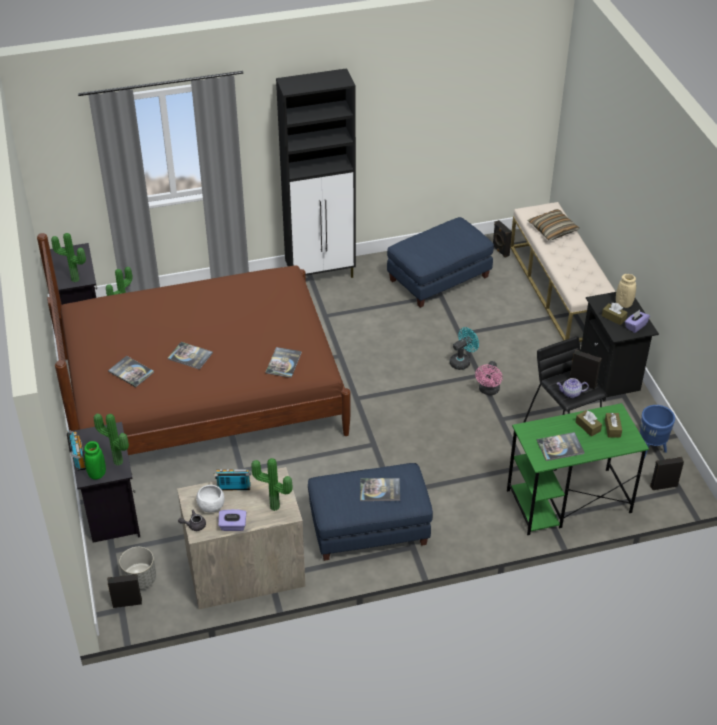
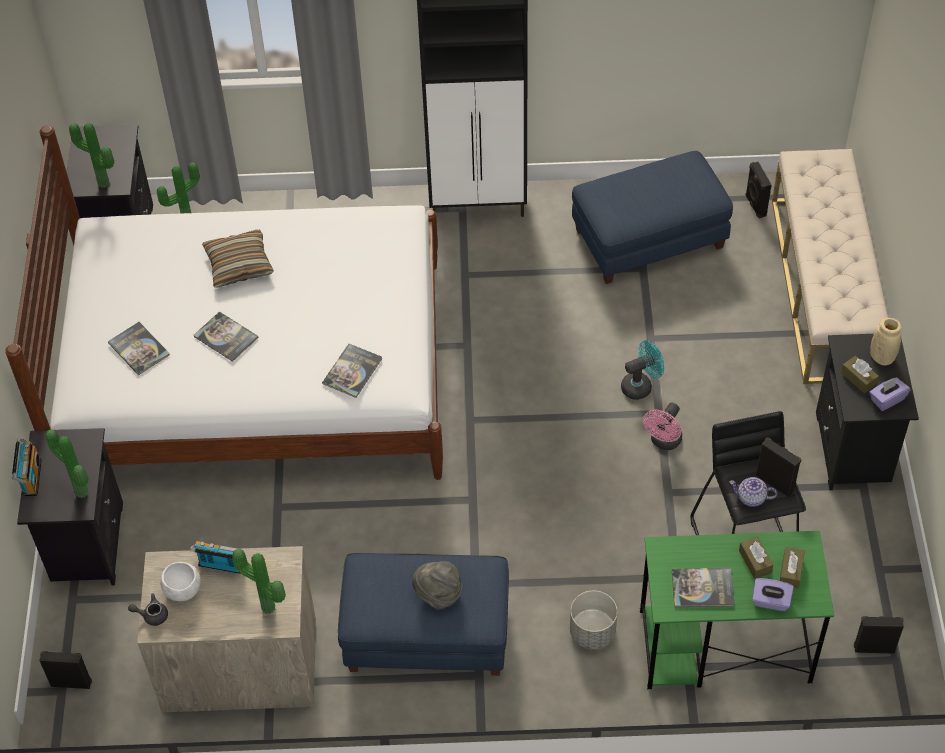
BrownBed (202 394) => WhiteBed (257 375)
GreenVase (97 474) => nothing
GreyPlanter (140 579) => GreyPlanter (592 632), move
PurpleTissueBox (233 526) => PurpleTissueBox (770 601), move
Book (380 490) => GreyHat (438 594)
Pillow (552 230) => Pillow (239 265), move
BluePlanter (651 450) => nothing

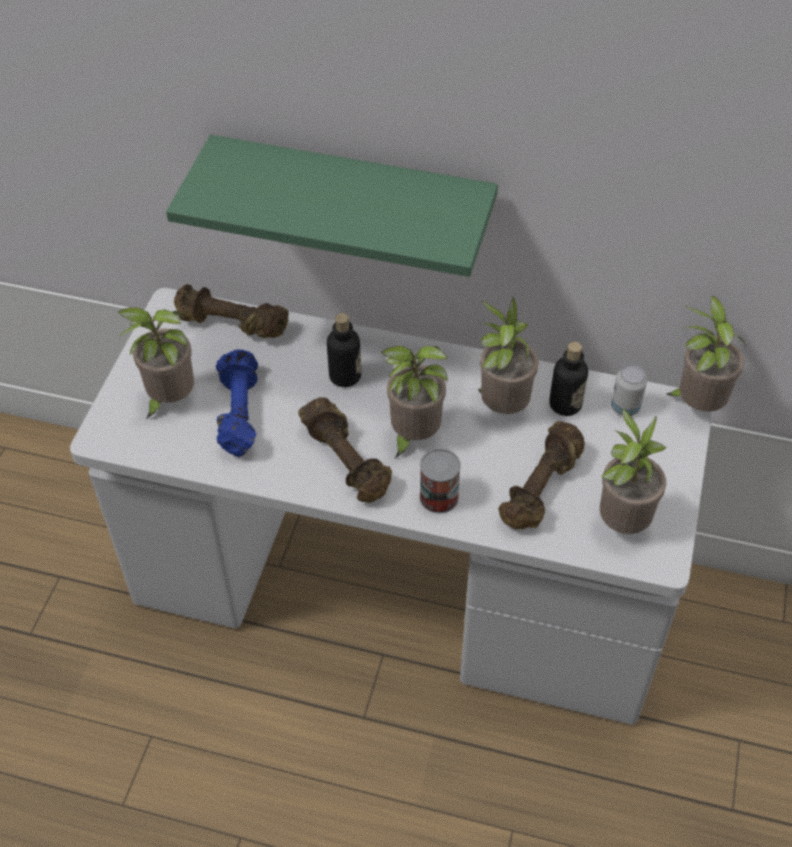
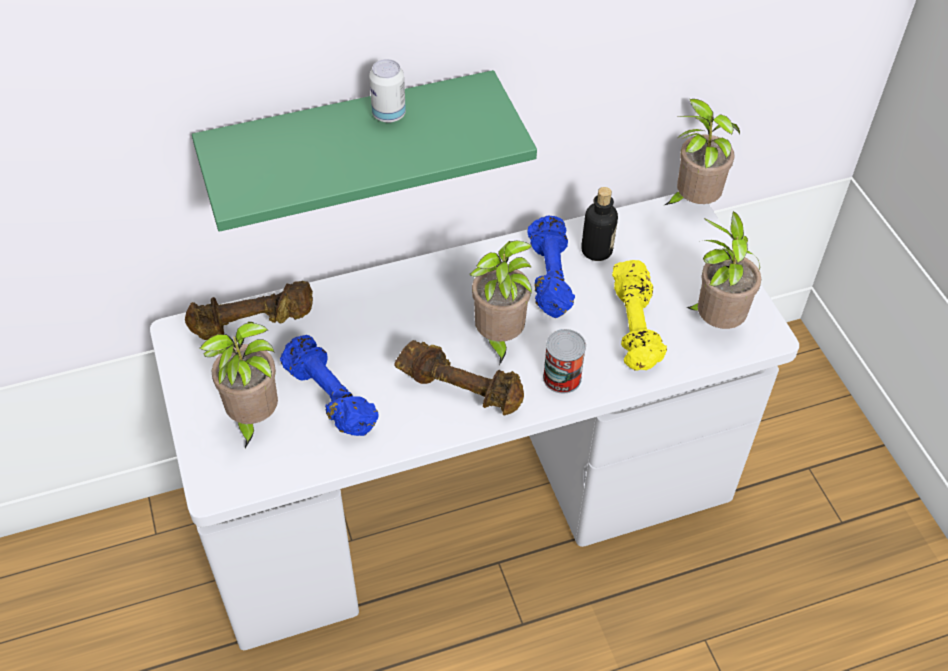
Bottle (345 376) => nothing
PottedPlant (501 406) => BlueDumbbell (548 277)
BrownDumbbell (542 489) => YellowDumbbell (636 327)
Can (625 407) => Can (389 115), move

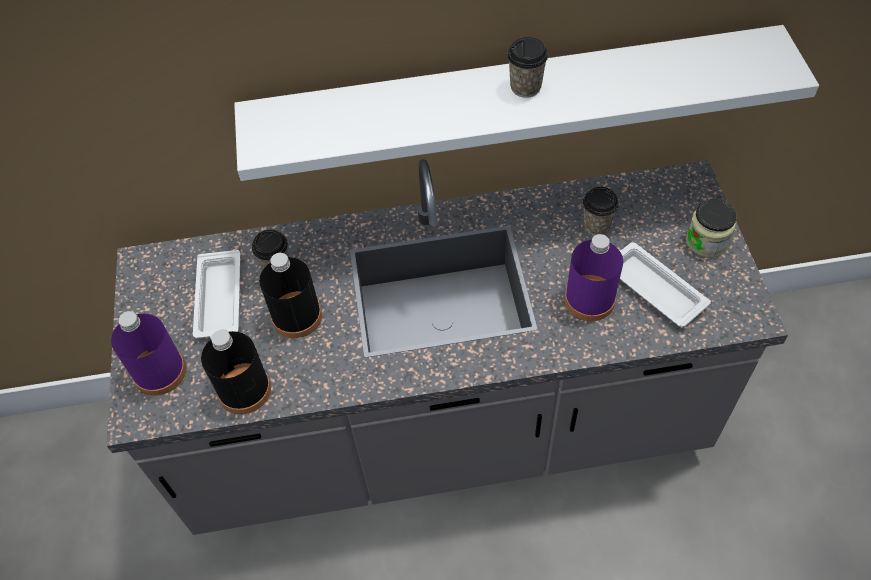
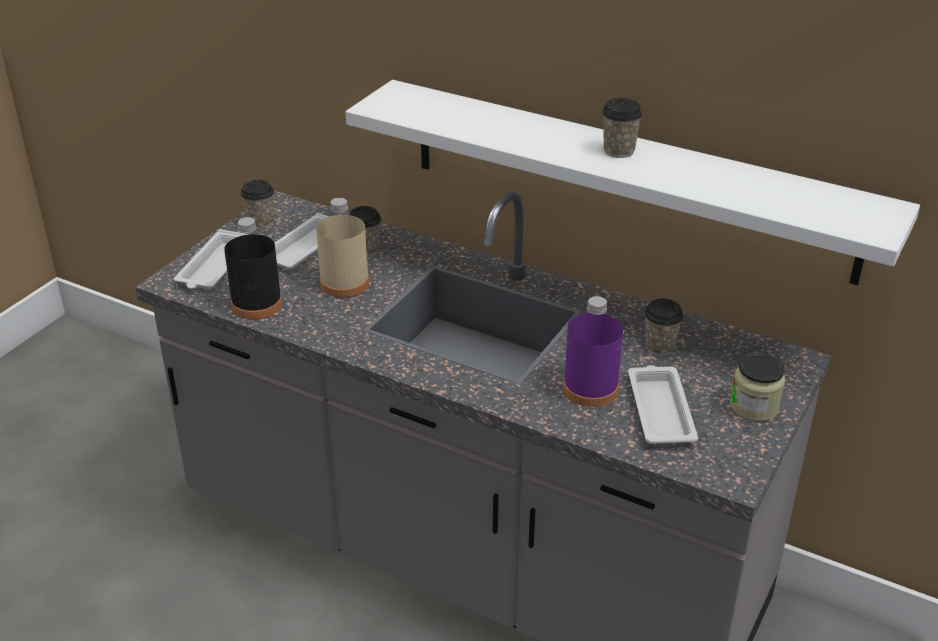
PurpleBottle (160 372) => WhiteTray (215 267)
BlackBottle (297 316) => BeigeBottle (344 283)
nothing => Cup (260 222)

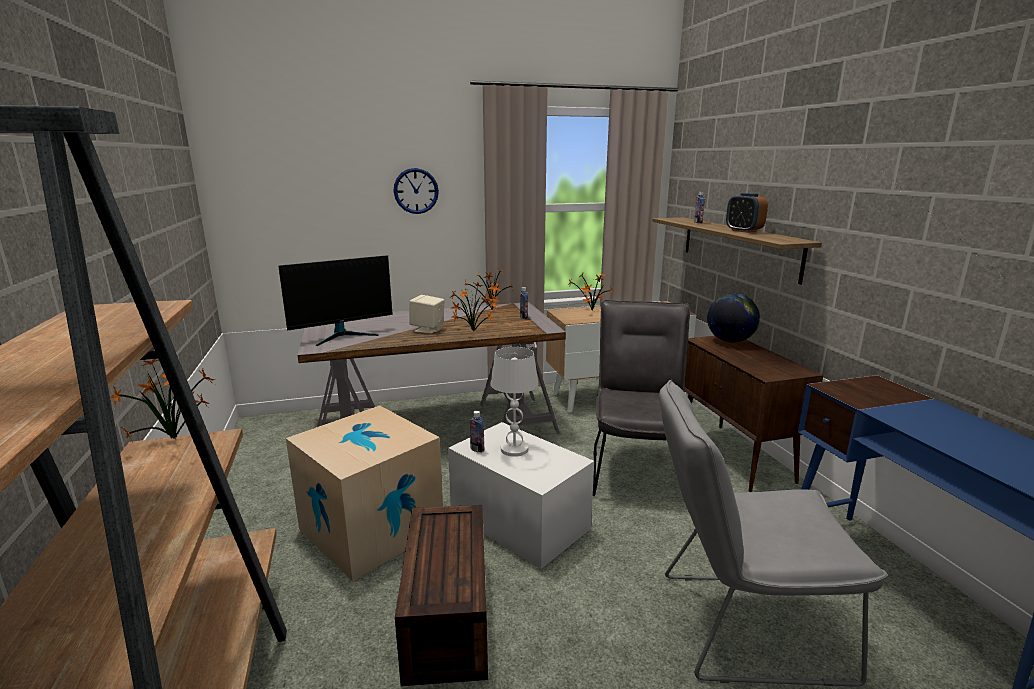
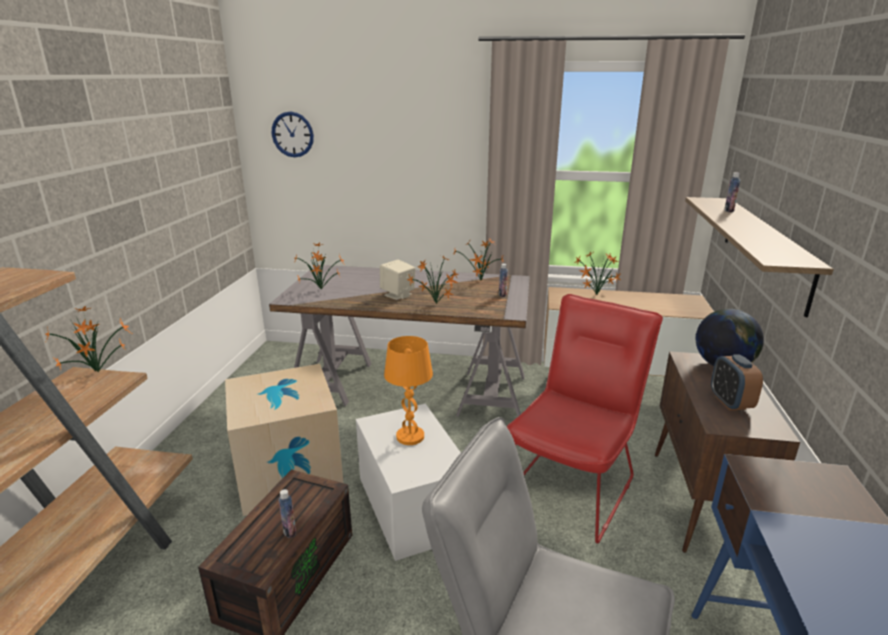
Monitor (343 335) => PottedPlant (322 289)
WallClock (416 191) => WallClock (292 134), move
Bottle (477 449) => Bottle (289 531), move
WhiteTableLamp (514 449) => OrangeTableLamp (410 436)
GreyChair (637 468) => RedChair (573 484)
AlarmClock (743 231) => AlarmClock (730 402), move

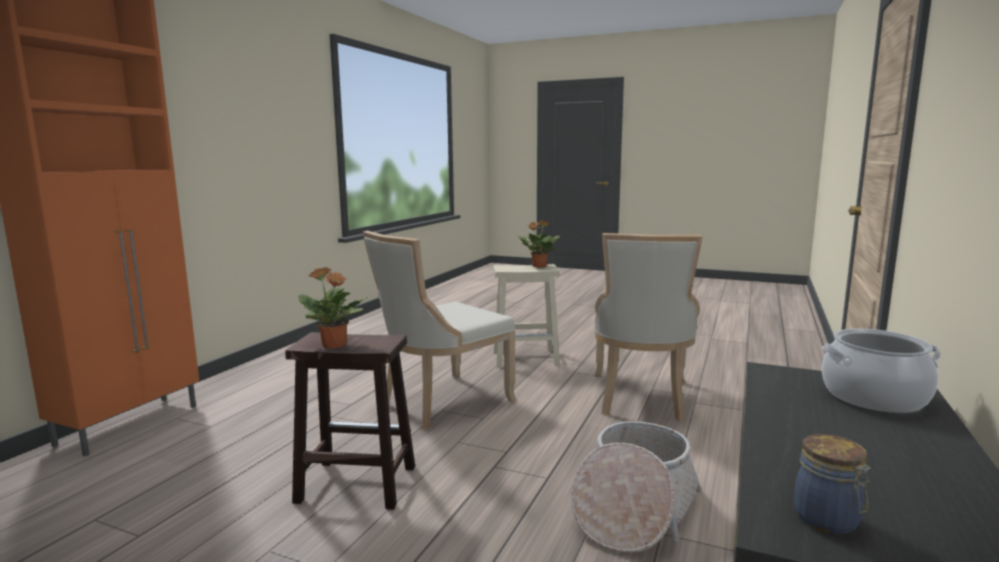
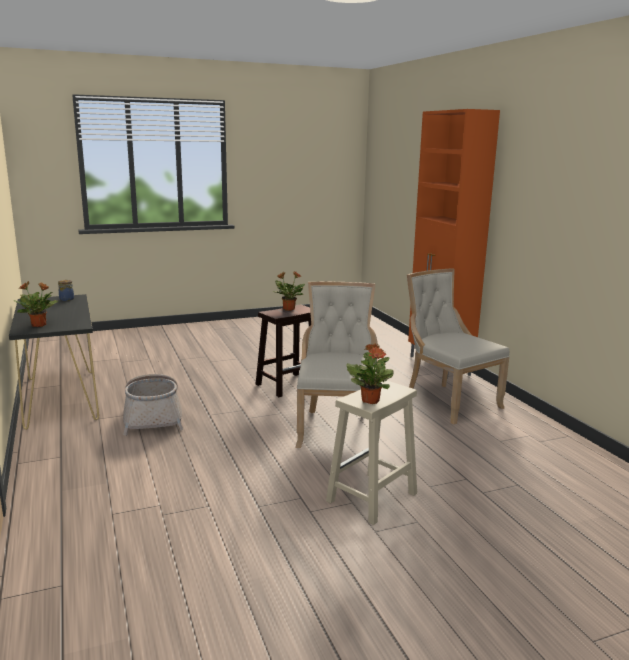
BeigeChair (640 399) => BeigeChair (448 401), move
CookingPot (873 396) => PottedPlant (39 325)

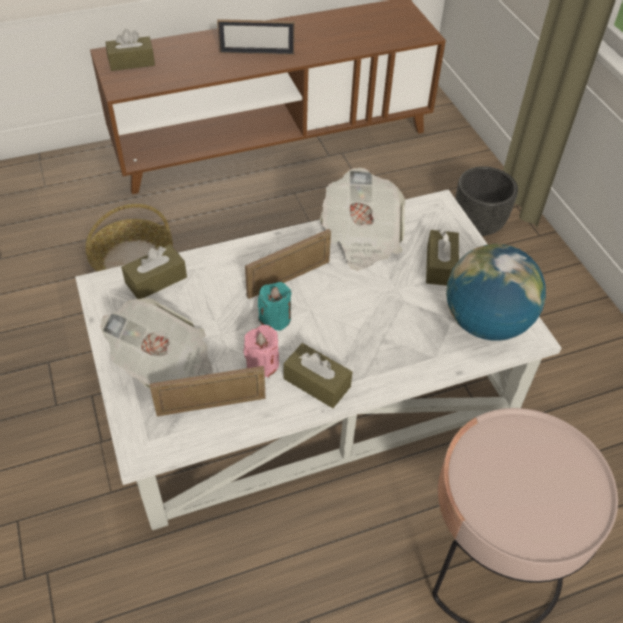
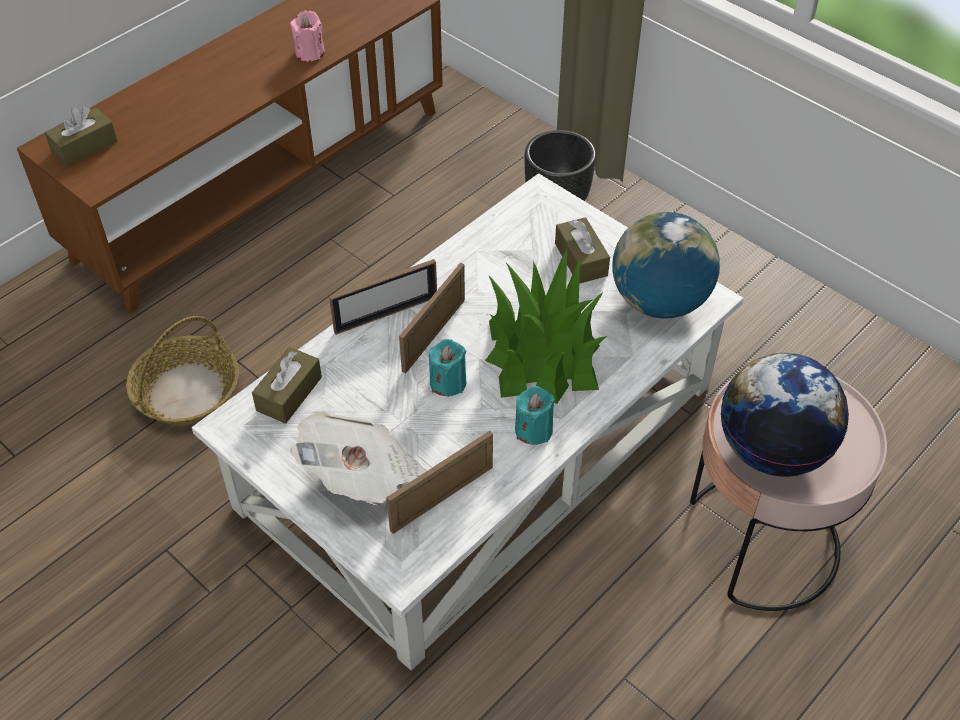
PictureFrame (256 53) => PictureFrame (386 314), move
PinkCandle (262 363) => PinkCandle (309 52), move
BrownTissueBox (317 383) => TurquoiseCandle (533 430)
Newspaper (362 237) => nothing
nothing => PottedPlant (543 354)
nothing => Globe (772 450)

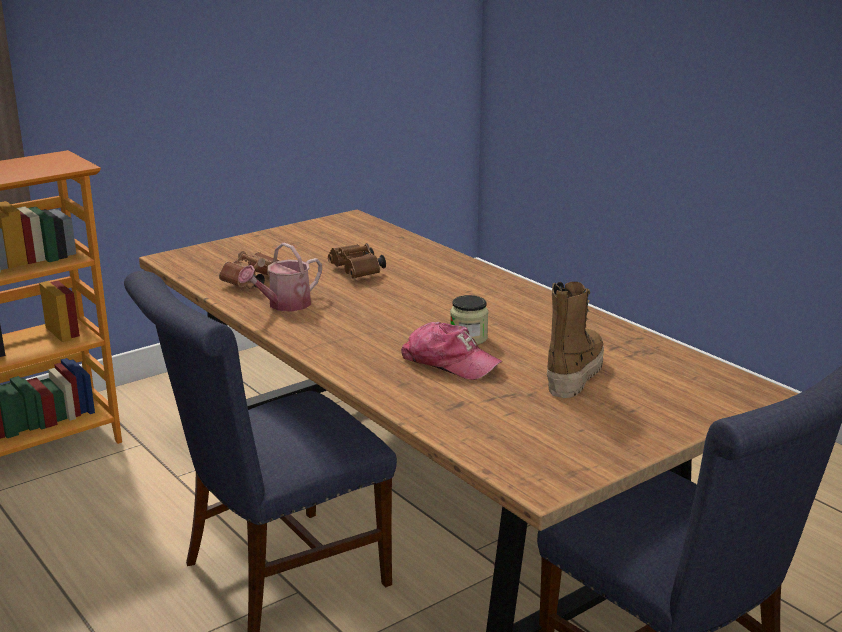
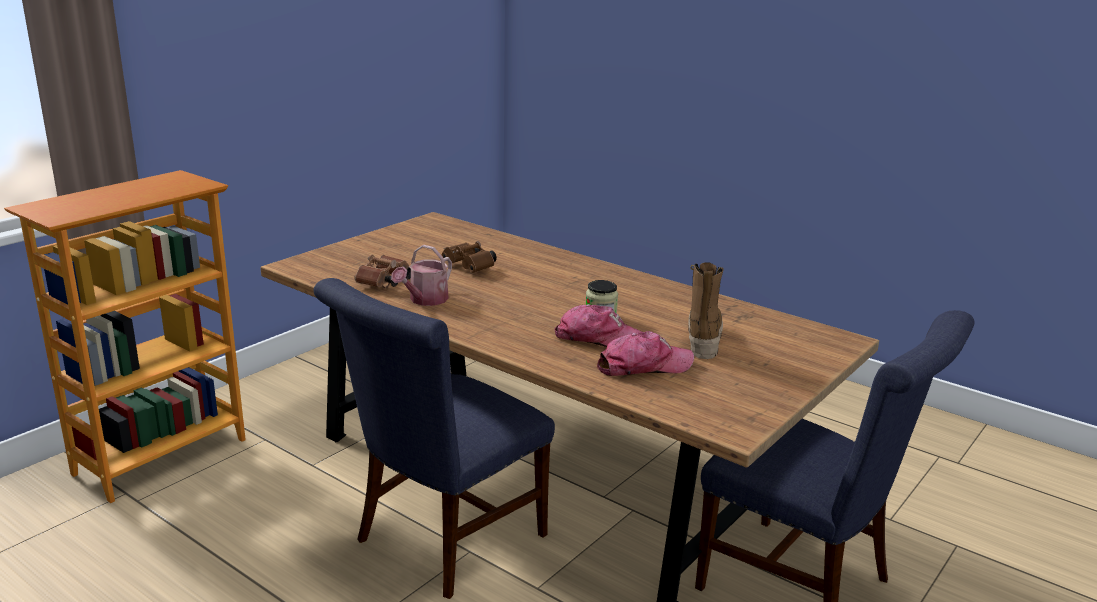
nothing => Cap (643 366)

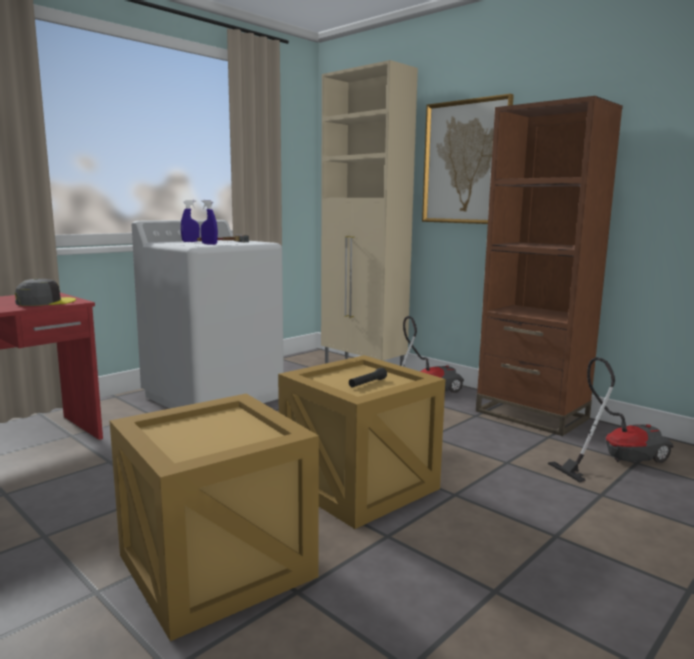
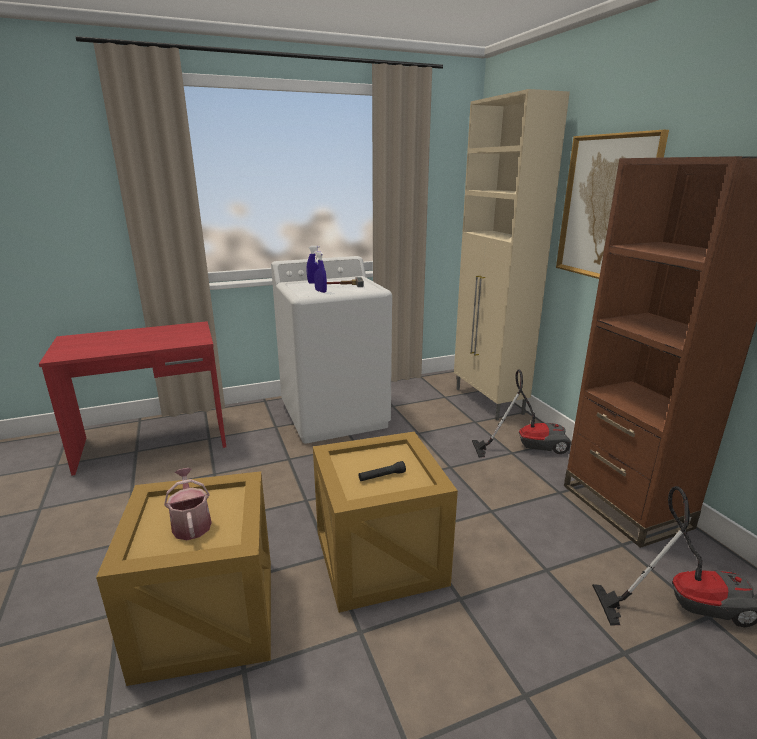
GreyCap (45 302) => nothing
nothing => WateringCan (191 523)

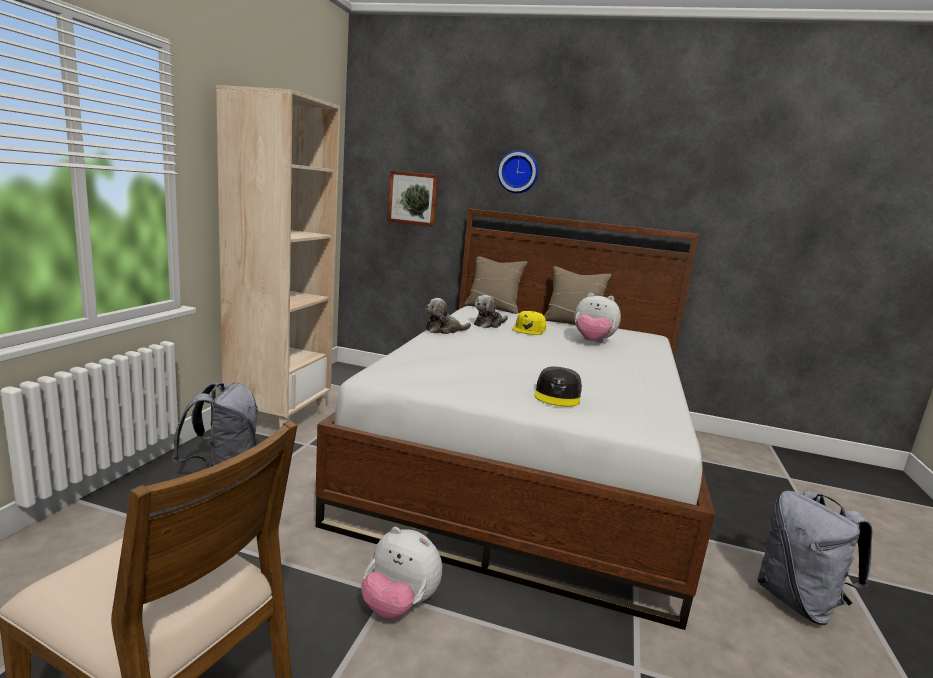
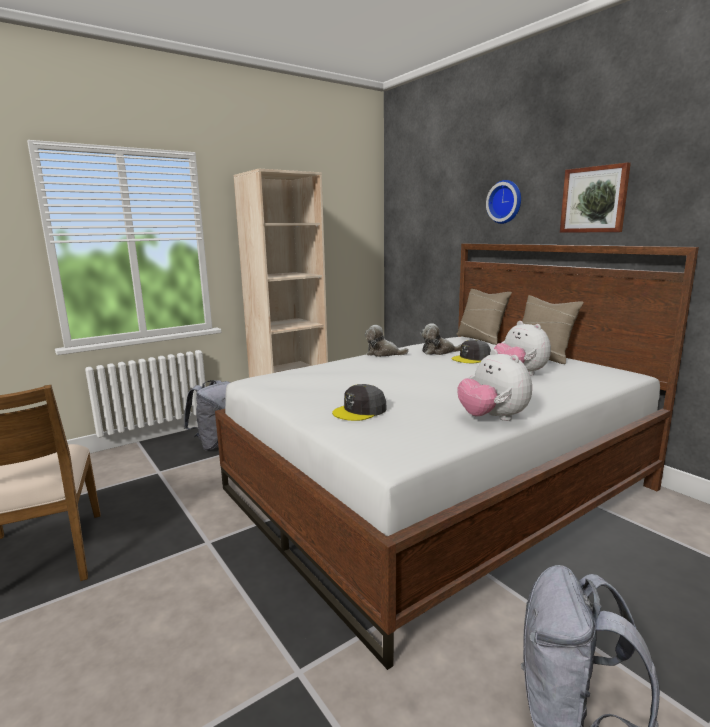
PlushToy (399 605) => PlushToy (492 418), move
Picture (413 198) => Picture (594 199), move
YellowCap (529 329) => GreyCap (471 358)

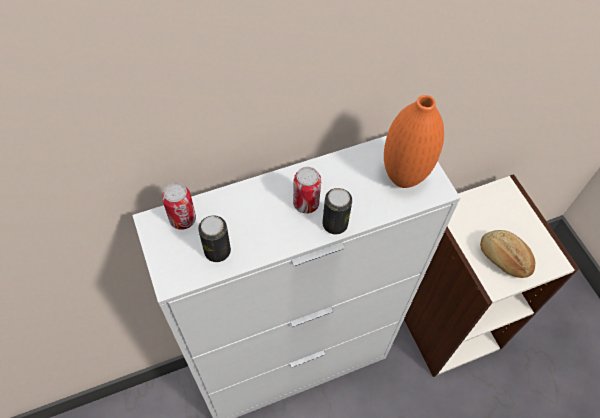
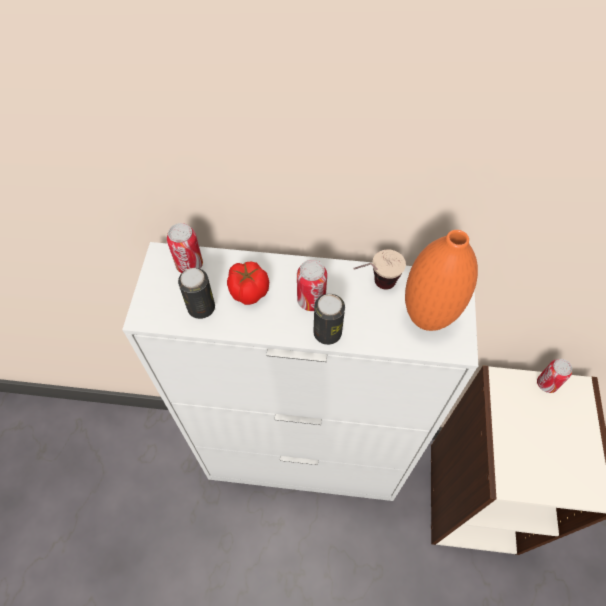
Bread (503 259) => nothing
nothing => Tomato (248 291)
nothing => Cup (374 286)
nothing => Can (546 384)

